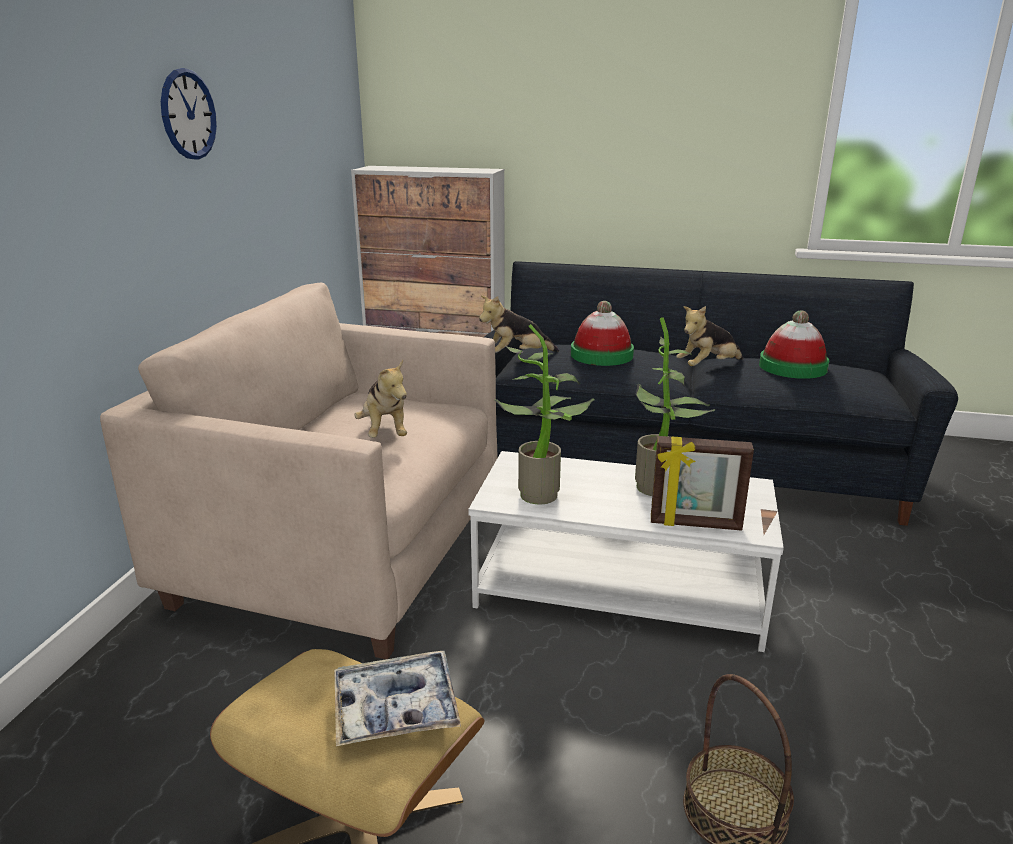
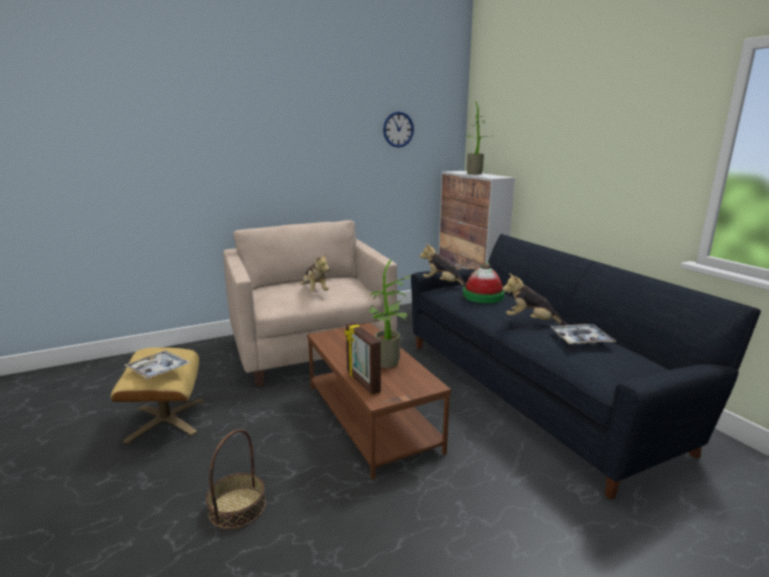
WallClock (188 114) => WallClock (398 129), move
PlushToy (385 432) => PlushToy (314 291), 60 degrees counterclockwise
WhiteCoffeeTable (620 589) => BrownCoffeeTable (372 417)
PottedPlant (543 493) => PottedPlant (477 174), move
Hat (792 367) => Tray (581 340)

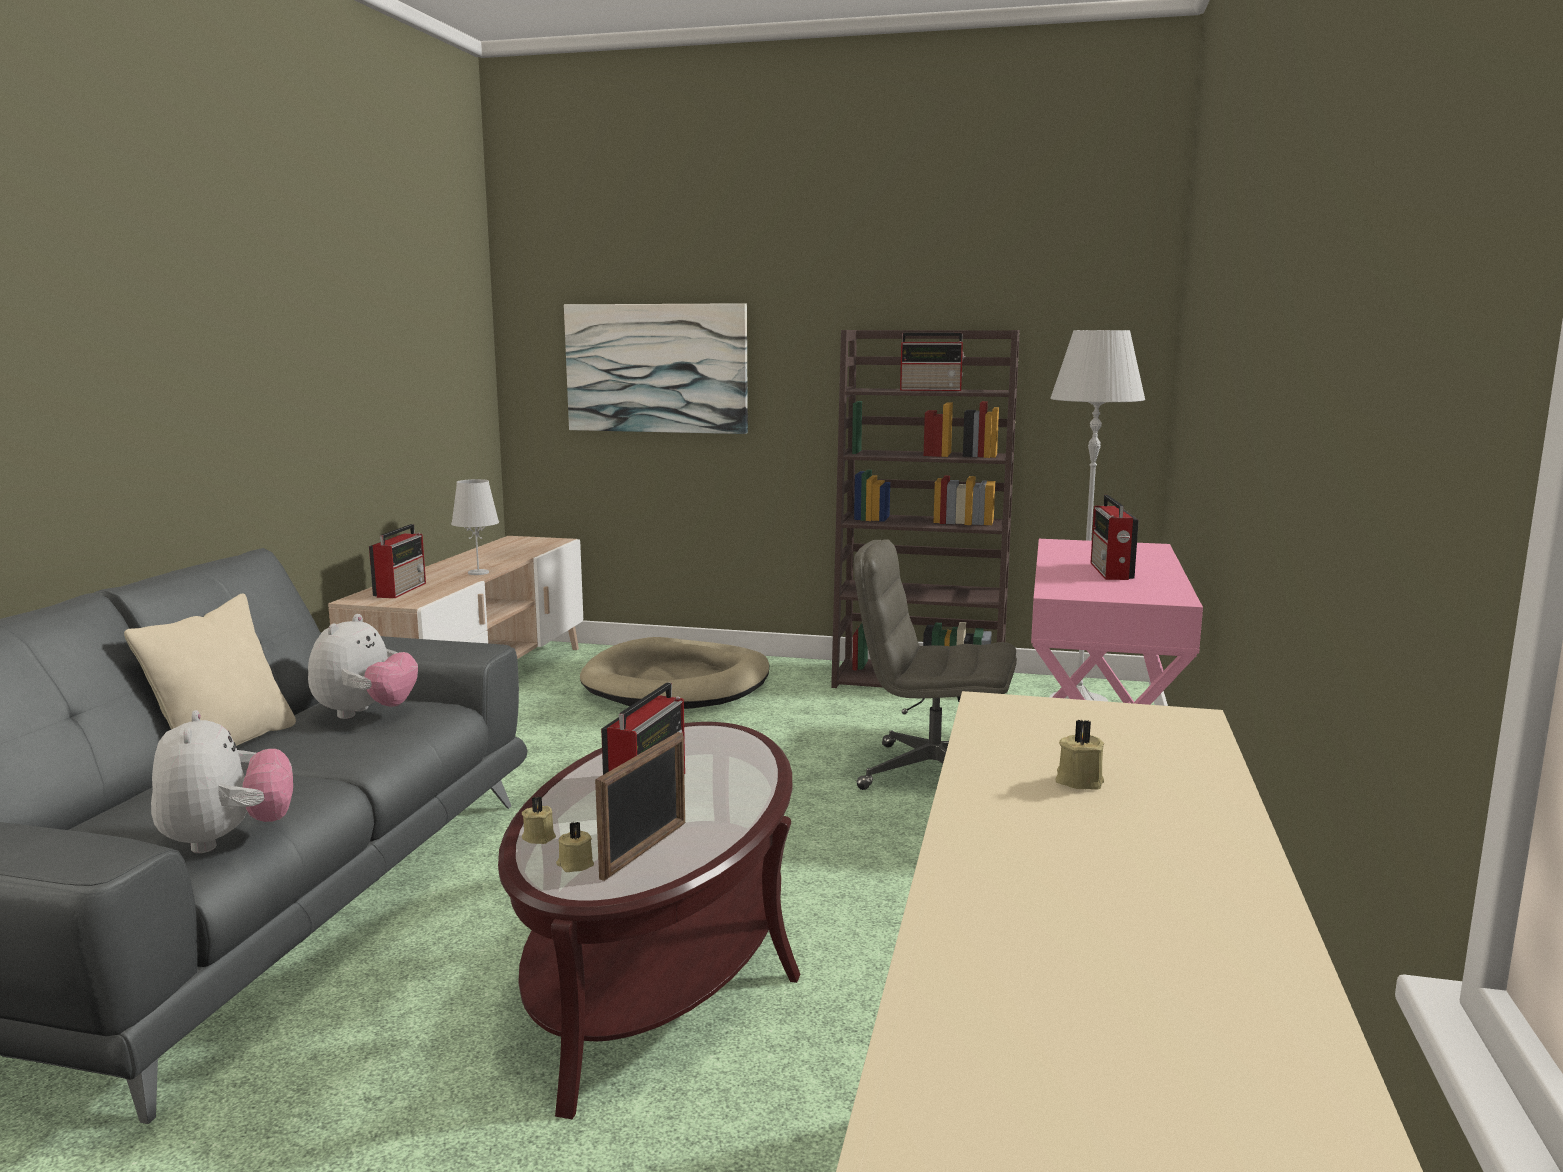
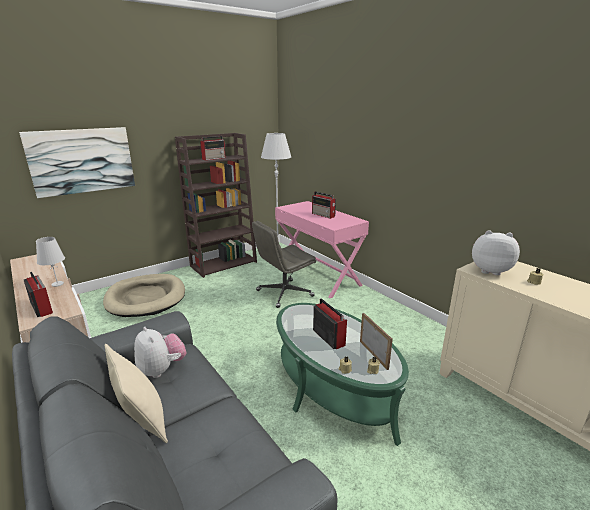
PlushToy (226 839) => PlushToy (490 270), move
BrownCoffeeTable (661 960) => GreenCoffeeTable (333 388)

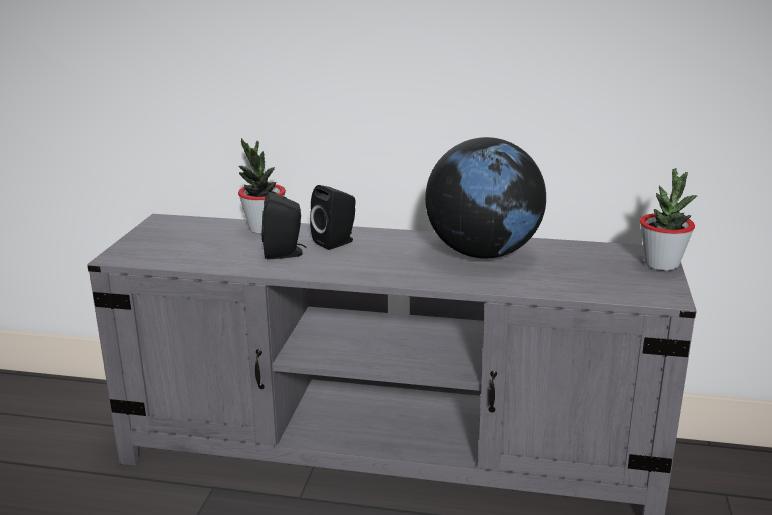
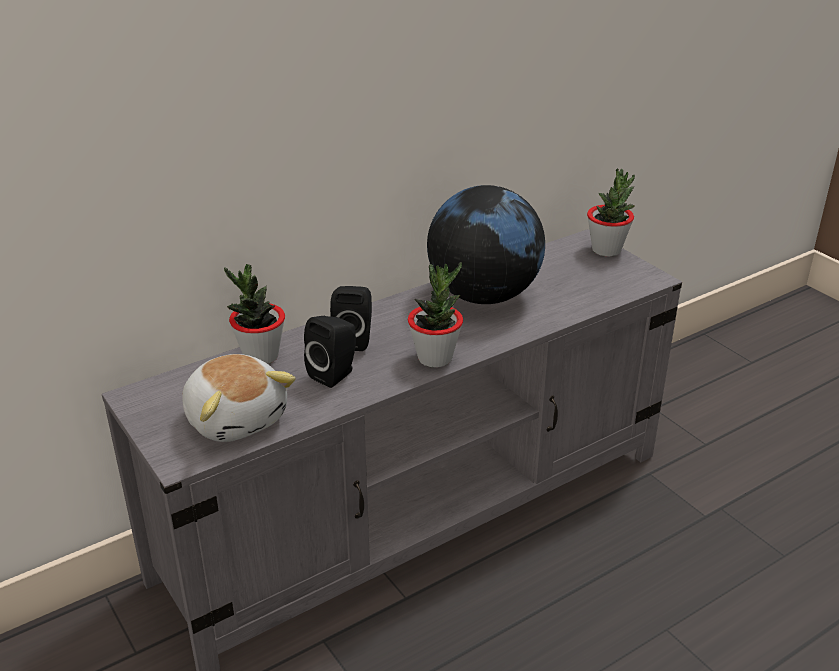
nothing => PlushToy (236 418)
nothing => PottedPlant (435 358)

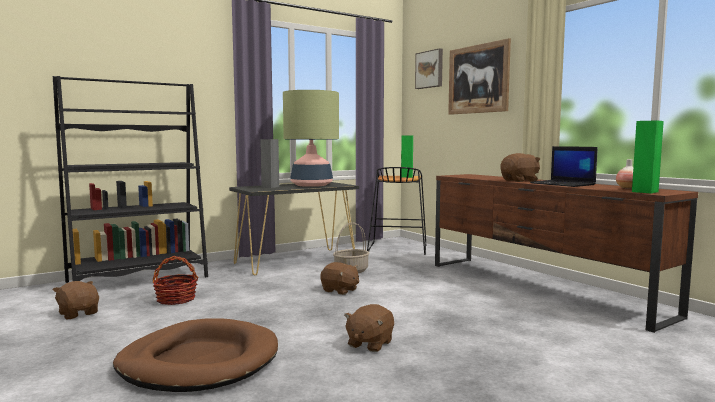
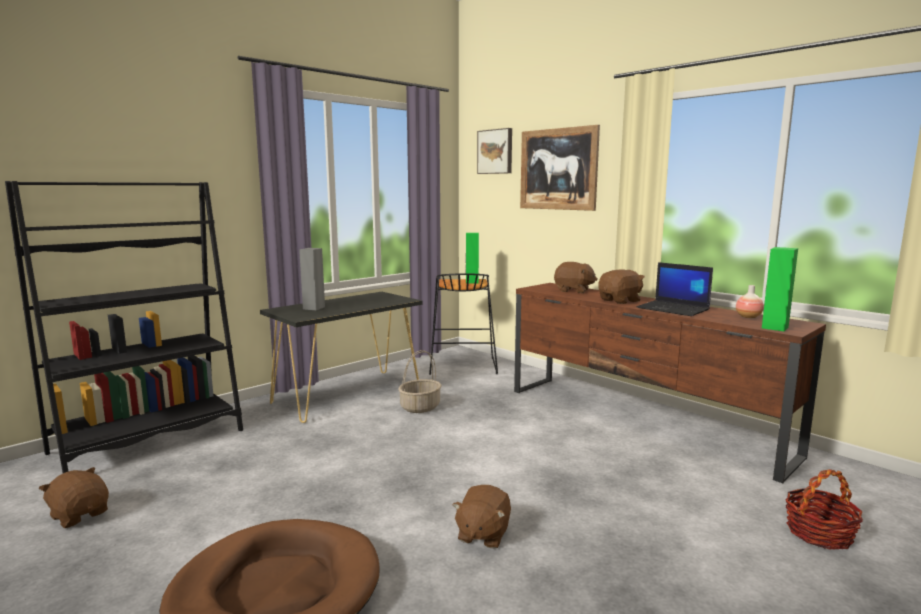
Basket (176 299) => Basket (819 533), move
TableLamp (311 185) => nothing
BrownPlushToy (340 290) => BrownPlushToy (573 290), move

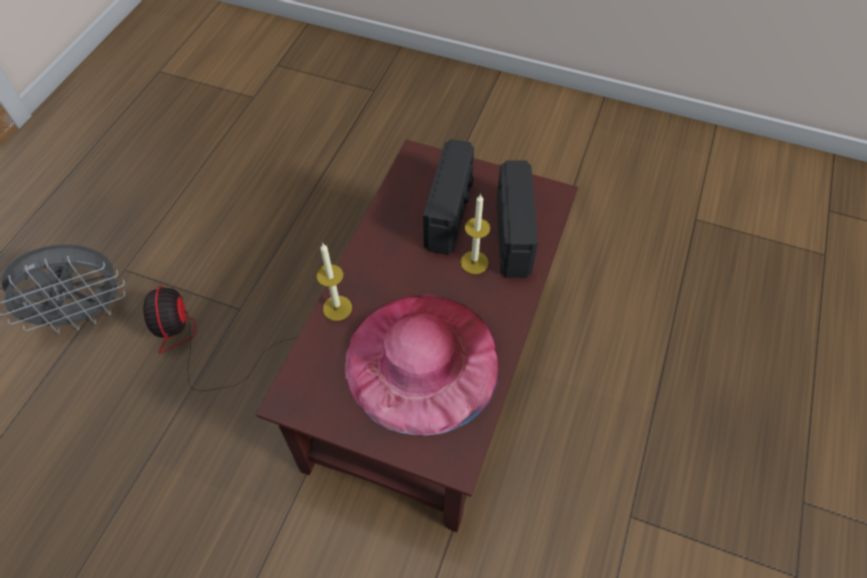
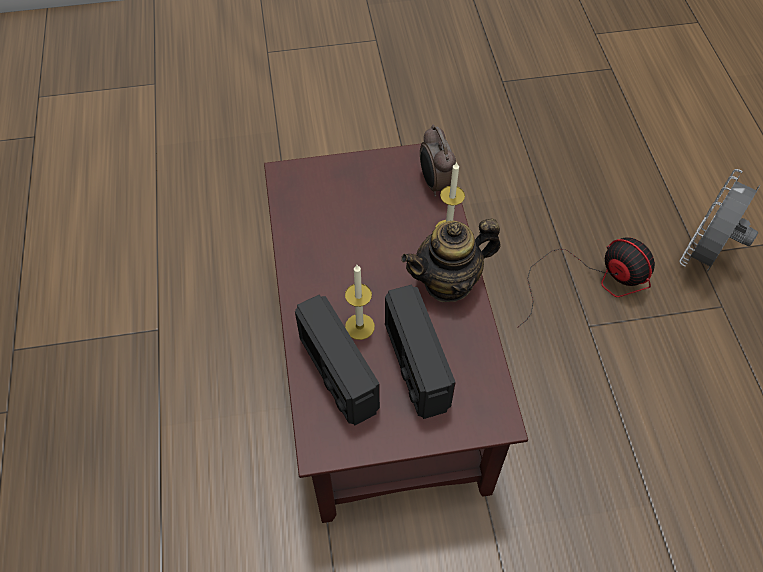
PinkHat (422 361) => nothing
nothing => Teapot (448 282)
nothing => AlarmClock (435 184)

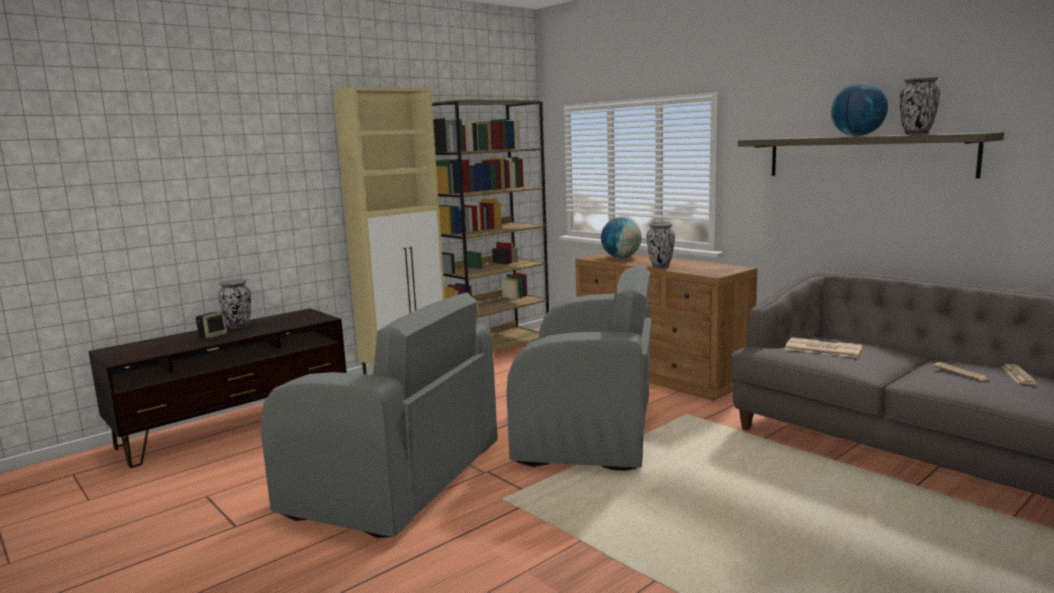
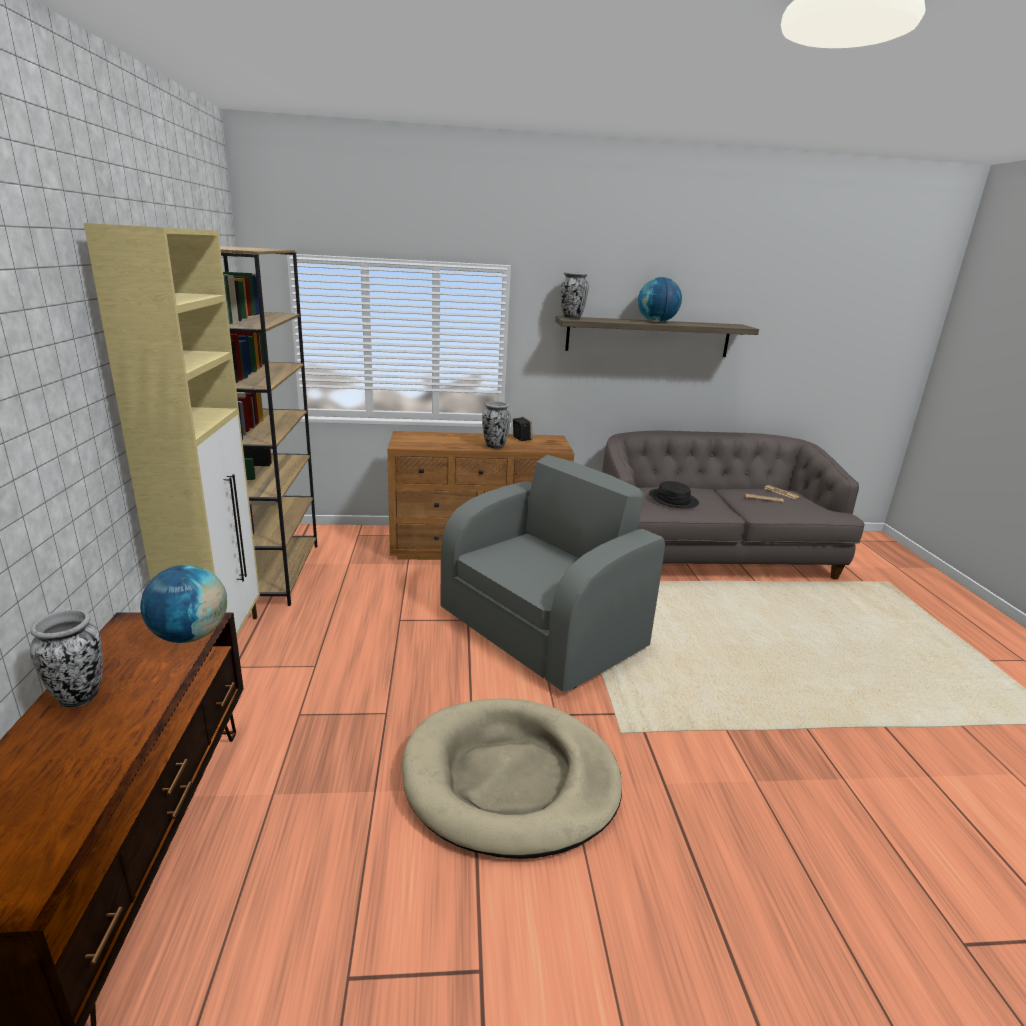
Speaker (213 336) => Speaker (521 438), move
GreyArmchair (396 481) => BeigeDogBed (510 780)
Globe (621 257) => Globe (190 636), move
Newspaper (821 348) => BlackHat (673 499)
Vase (916 134) => Vase (571 318), move

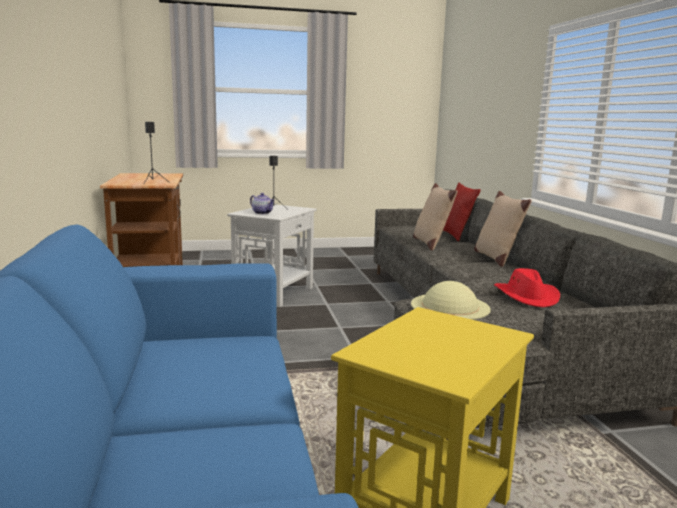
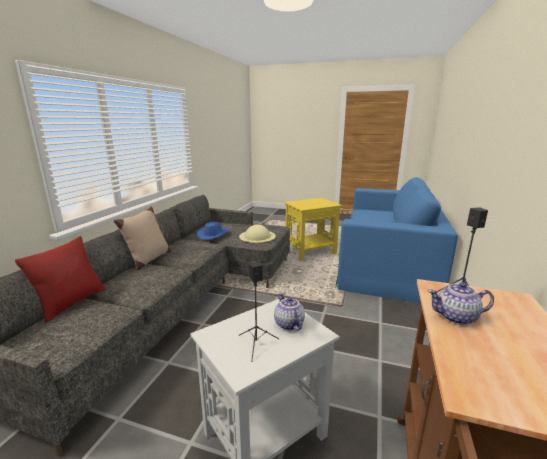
BeigePillow (430 243) => nothing
RedHat (527 296) => BlueHat (213 234)
nothing => Teapot (456 317)

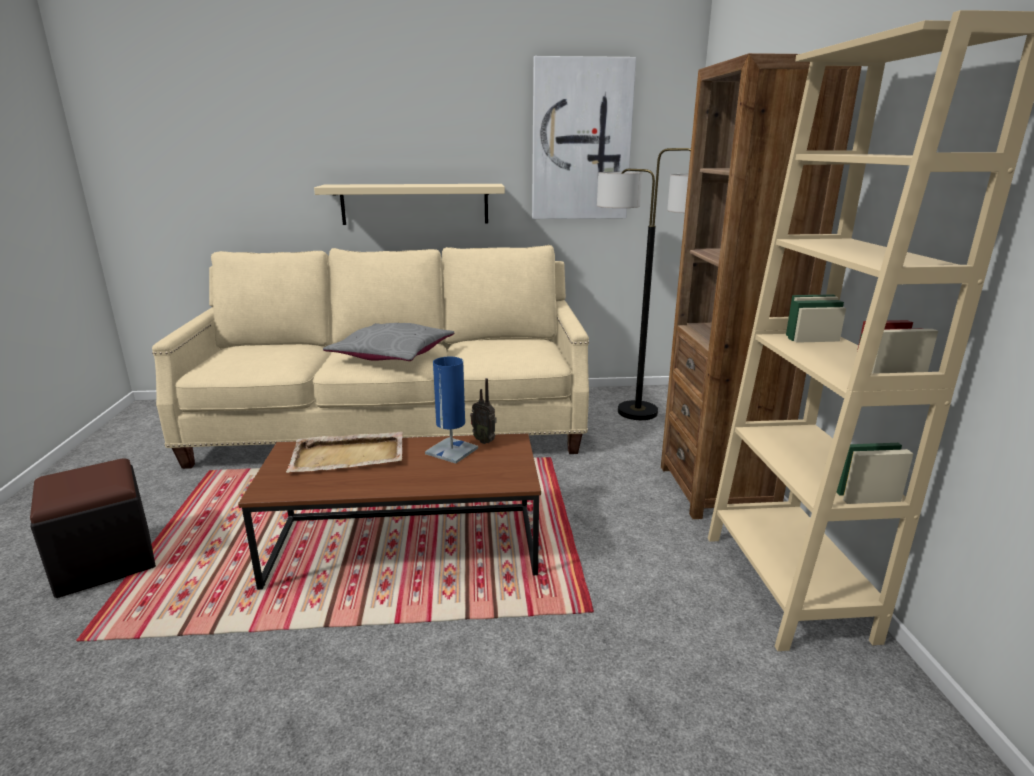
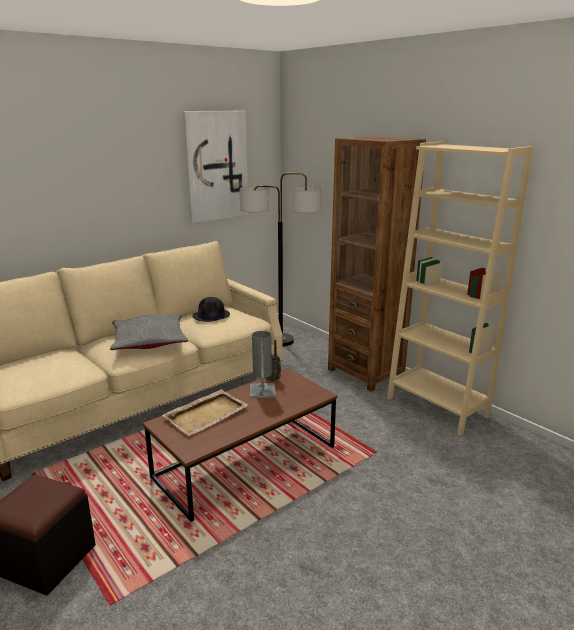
BeigeShelf (415 204) => nothing
BlueTableLamp (451 451) => GreyTableLamp (262 391)
nothing => BlackHat (211 316)

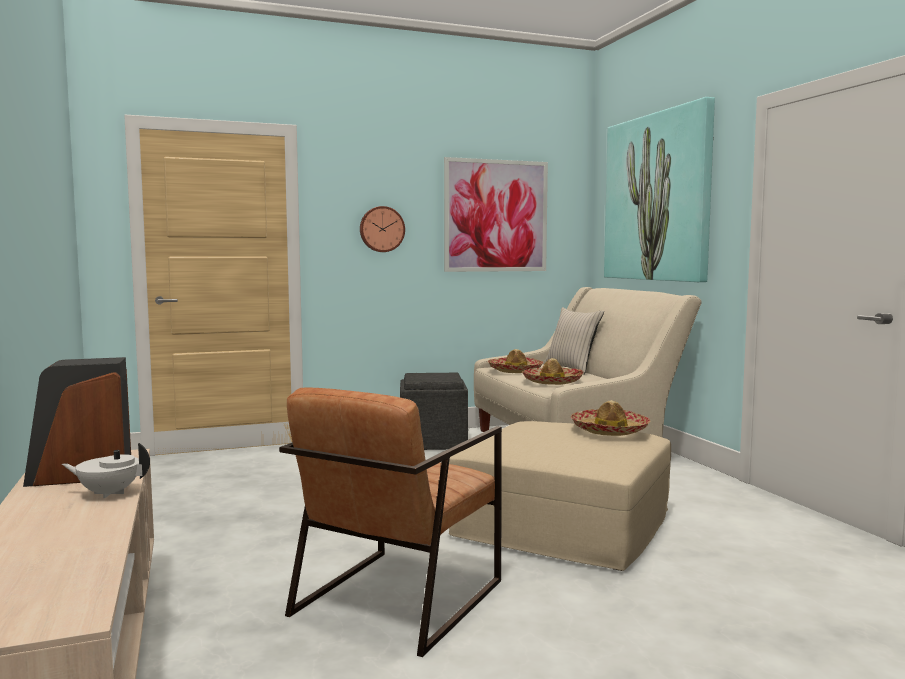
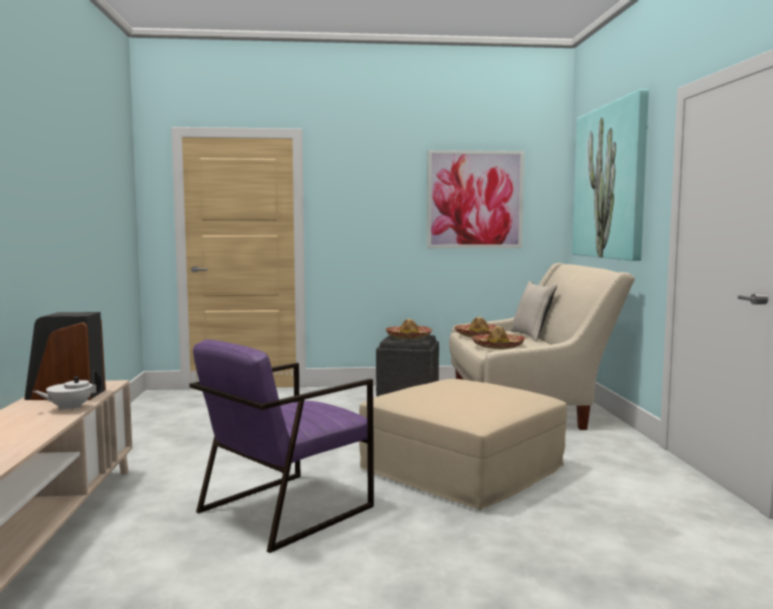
WhiteTeapot (109 493) => WhiteTeapot (70 408), 45 degrees counterclockwise
BrownArmchair (397 597) => PurpleArmchair (285 509)
WallClock (381 229) => nothing
Hat (610 430) => Hat (408 337), move

